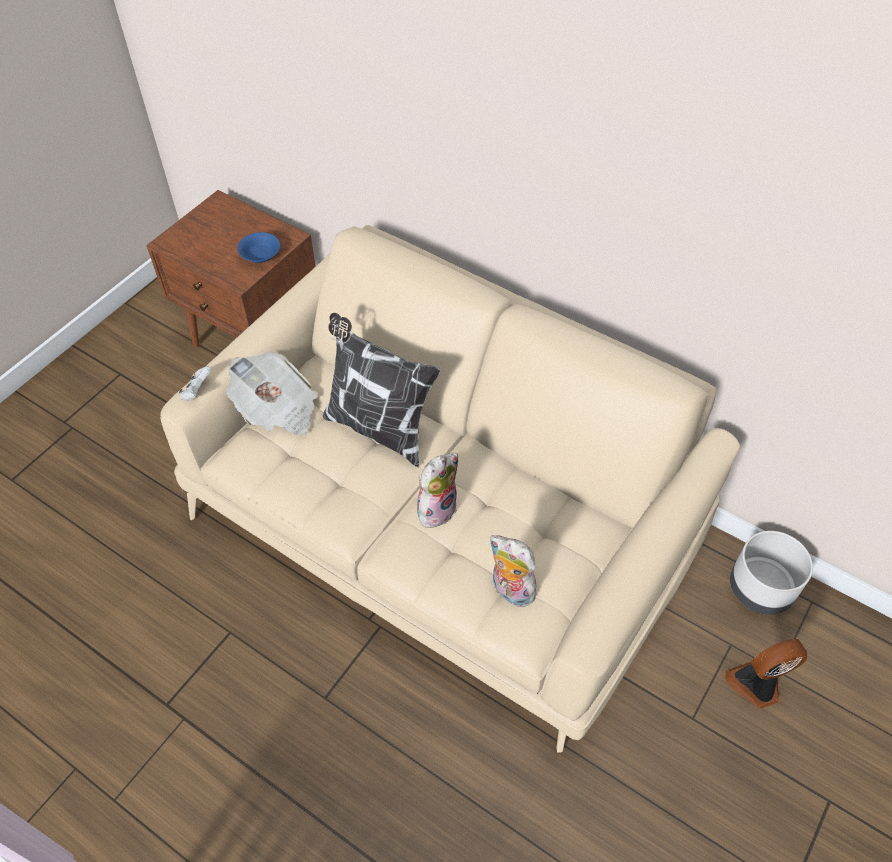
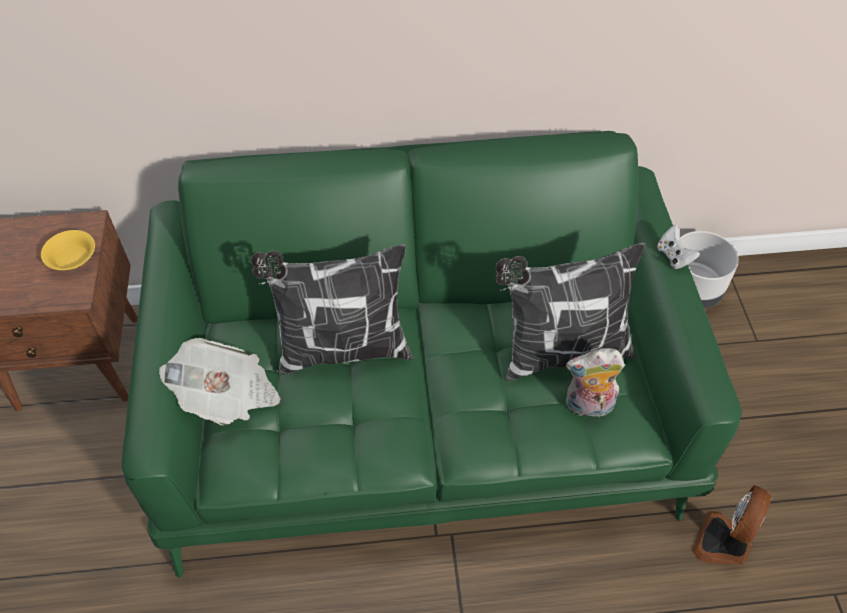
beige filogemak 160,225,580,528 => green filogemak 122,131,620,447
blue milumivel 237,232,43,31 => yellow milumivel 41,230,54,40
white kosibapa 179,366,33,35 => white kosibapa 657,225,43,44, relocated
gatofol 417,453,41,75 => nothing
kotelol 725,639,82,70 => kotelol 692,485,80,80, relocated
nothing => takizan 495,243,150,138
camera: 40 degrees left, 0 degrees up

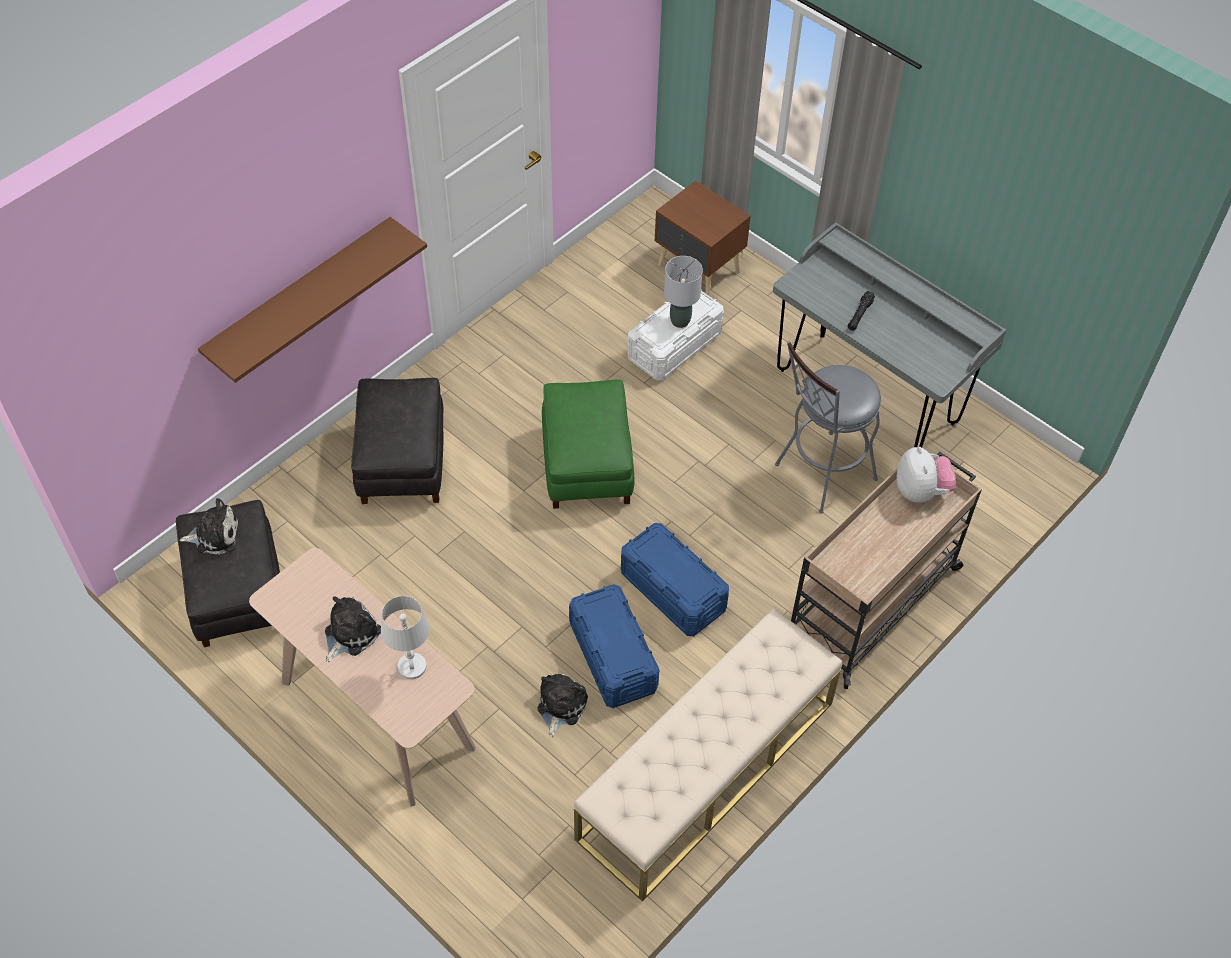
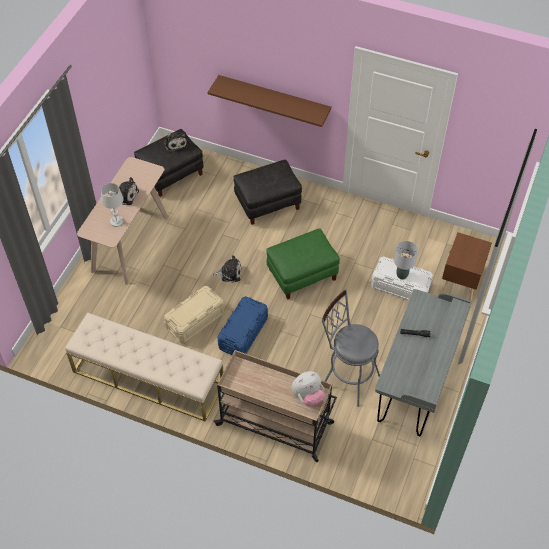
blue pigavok 569,584,90,124 => beige pigavok 164,286,60,57
gatofol 537,673,51,64 => gatofol 213,255,28,28, relocated
camera: 70 degrees right, 0 degrees up

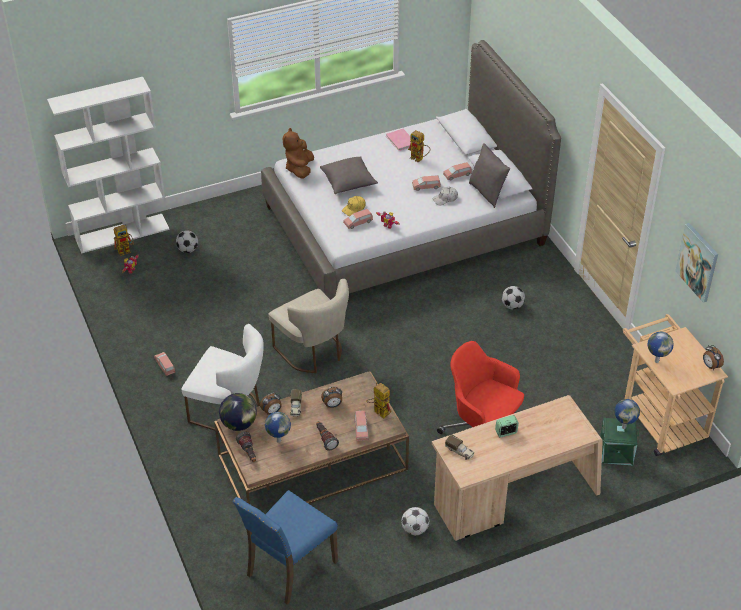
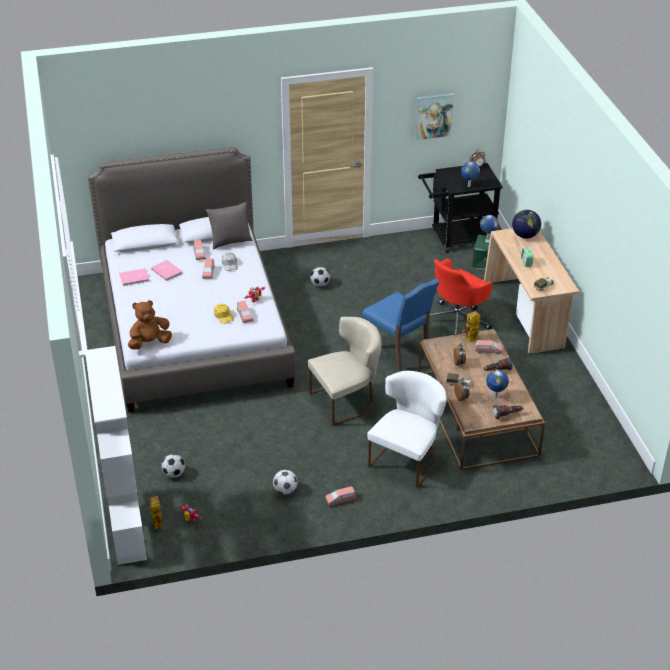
brown gatofol 283,128,31,51 => brown gatofol 128,300,44,49, 135 degrees clockwise
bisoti 408,130,22,33 => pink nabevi 151,260,32,21
grey takizan 320,157,58,37 => nothing
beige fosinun 623,314,105,142 => black fosinun 418,163,85,90
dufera 219,393,38,38 => dufera 512,210,29,29, relocated
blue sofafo 233,490,105,114 => blue sofafo 362,279,77,93, relocated
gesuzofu 401,507,28,28 => gesuzofu 273,470,25,24, relocated
camera: 80 degrees left, 5 degrees down

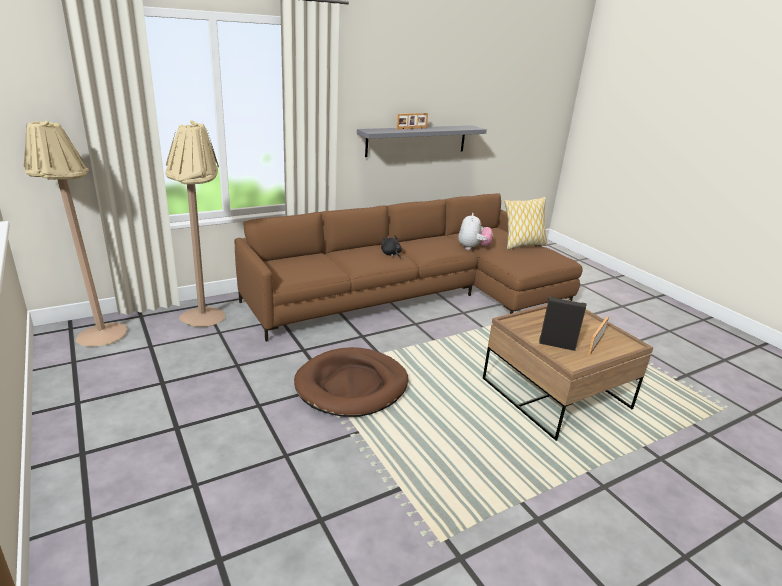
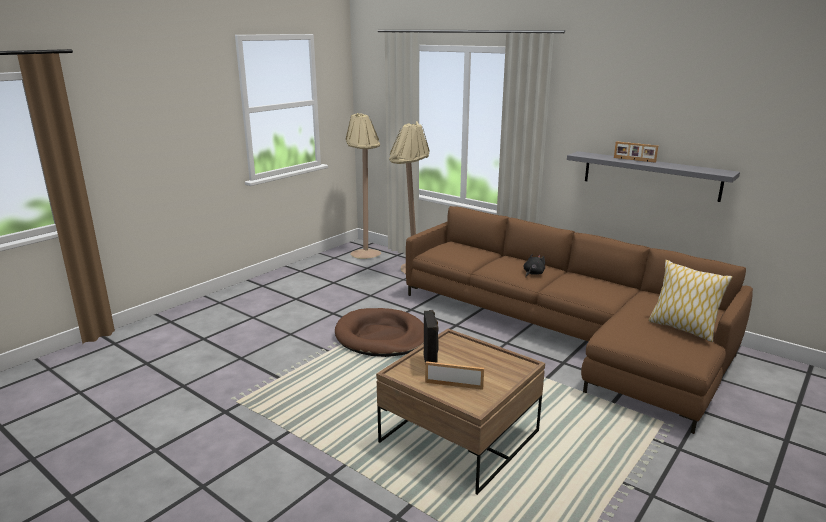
gatofol 458,213,35,37 => nothing
camera: 70 degrees right, 5 degrees down

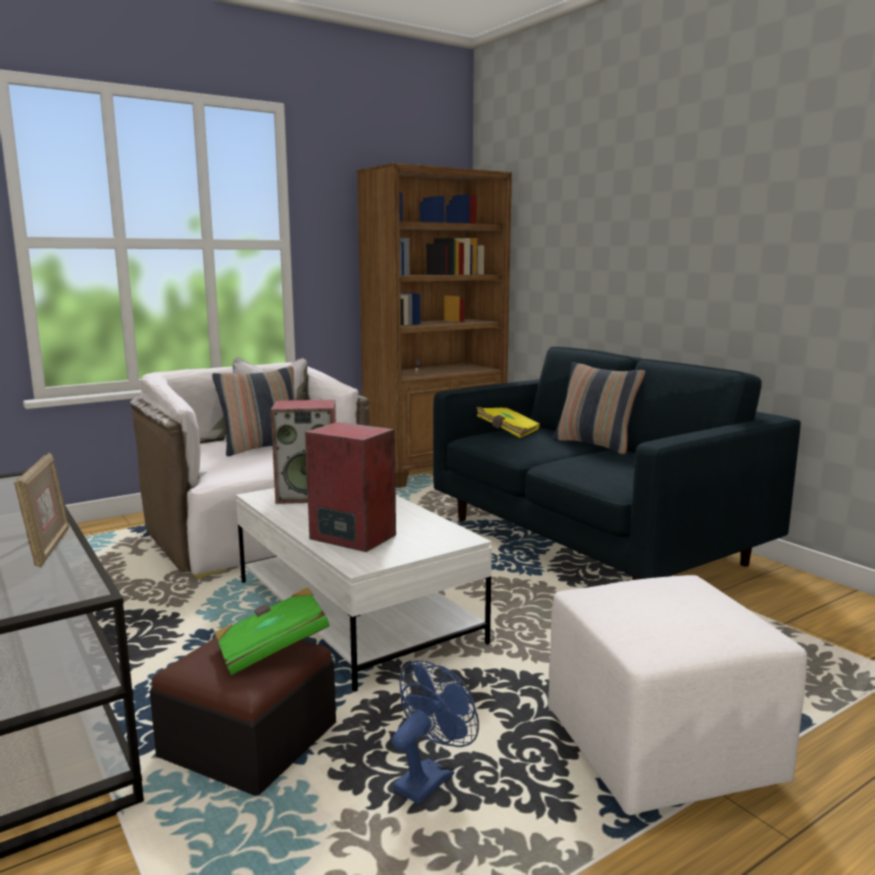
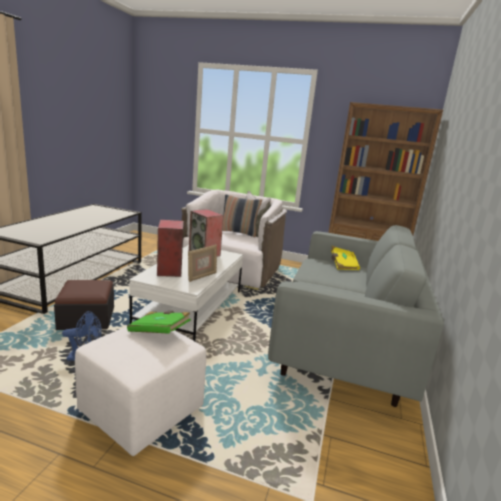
blue filogemak 433,347,368,233 => grey filogemak 268,225,176,182
takizan 553,362,92,93 => nothing
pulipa 14,452,55,116 => pulipa 188,244,29,38, relocated
green nabevi 214,587,116,89 => green nabevi 127,310,64,24, relocated
camera: 50 degrees right, 5 degrees up

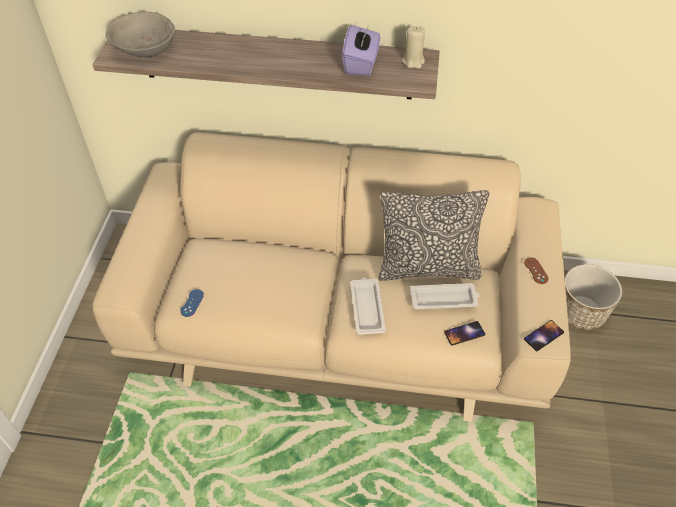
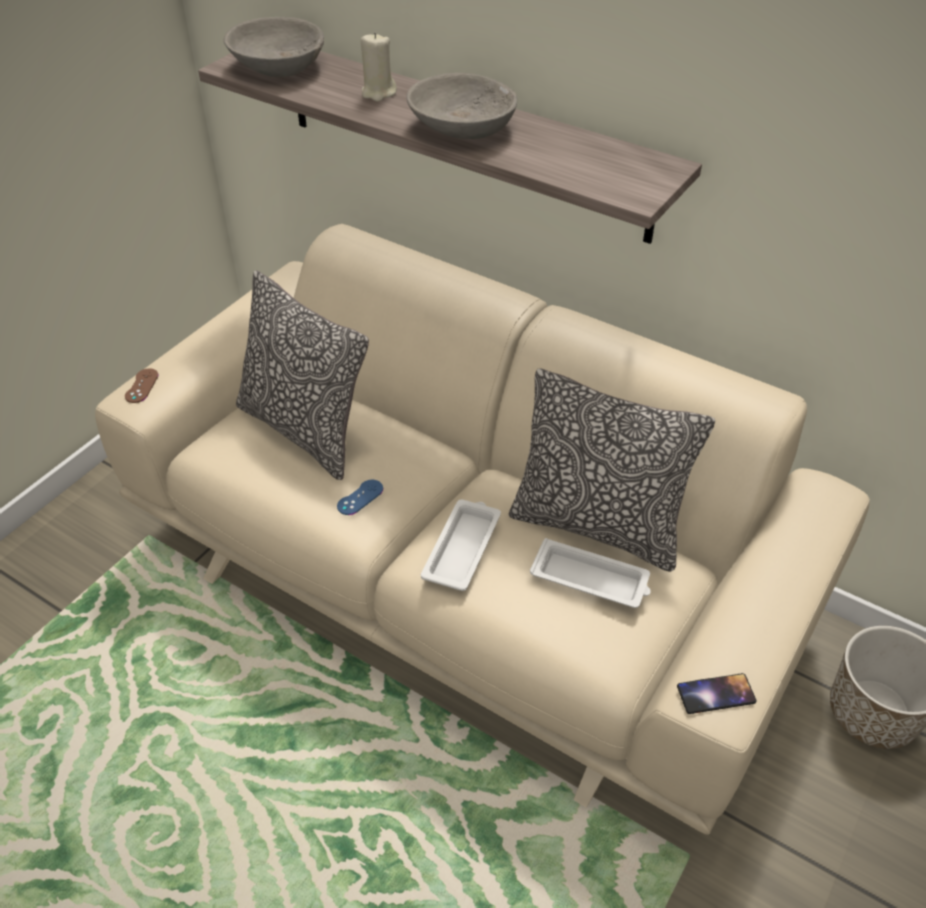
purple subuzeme 342,25,38,51 => nothing
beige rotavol 402,26,23,42 => beige rotavol 361,33,36,69, relocated
brown kosibapa 524,257,25,27 => brown kosibapa 125,369,34,34, relocated
blue kosibapa 180,289,24,28 => blue kosibapa 337,480,46,35, relocated
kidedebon 444,321,41,24 => nothing
nothing => grey milumivel 406,73,111,66
nothing => takizan 236,270,133,210
camera: 25 degrees right, 5 degrees down

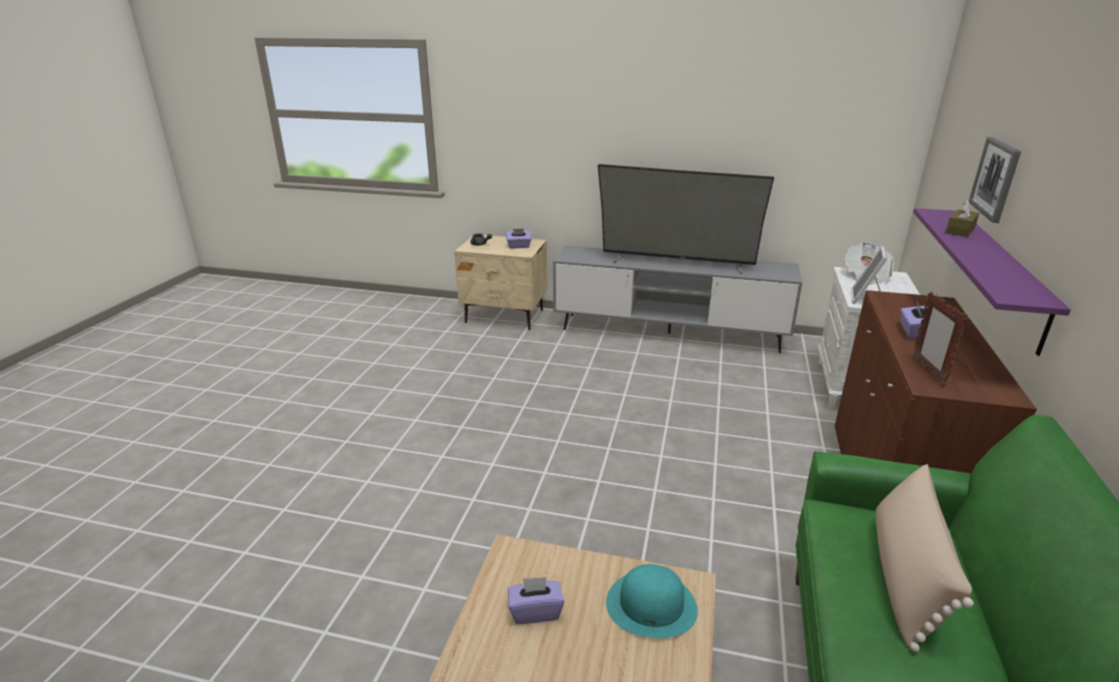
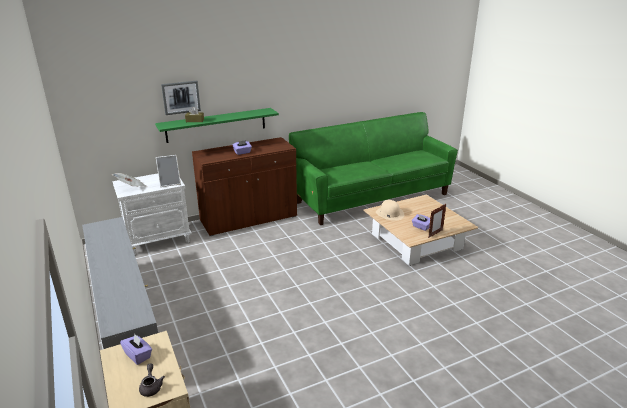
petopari 598,164,176,110 => nothing
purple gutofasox 913,208,158,148 => green gutofasox 155,108,124,35
pulipa 912,292,55,95 => pulipa 428,204,18,34, relocated
beige takizan 875,464,99,188 => nothing
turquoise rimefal 606,564,92,74 => beige rimefal 376,200,28,21
camera: 130 degrees left, 0 degrees up

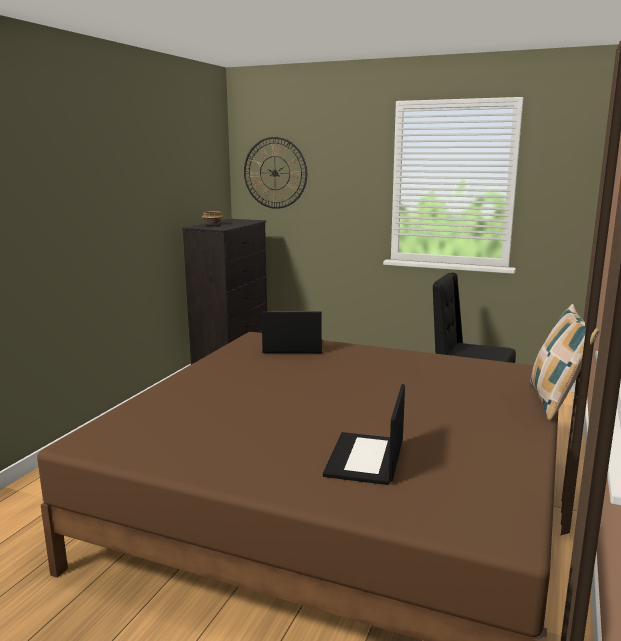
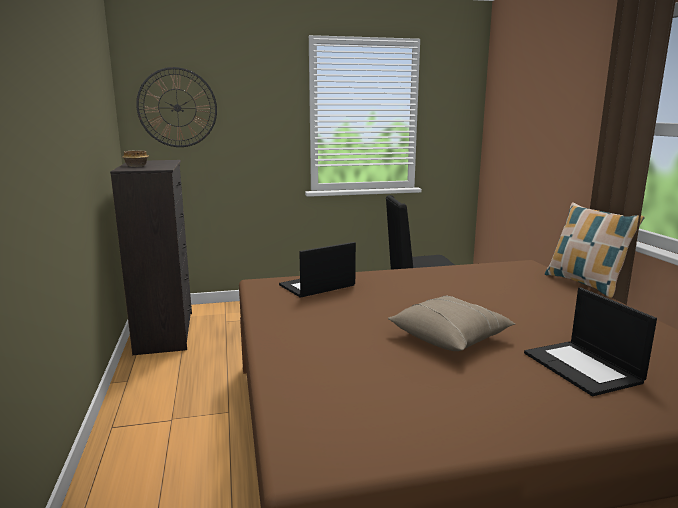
nothing => beige takizan 388,296,127,55
camera: 35 degrees left, 0 degrees up

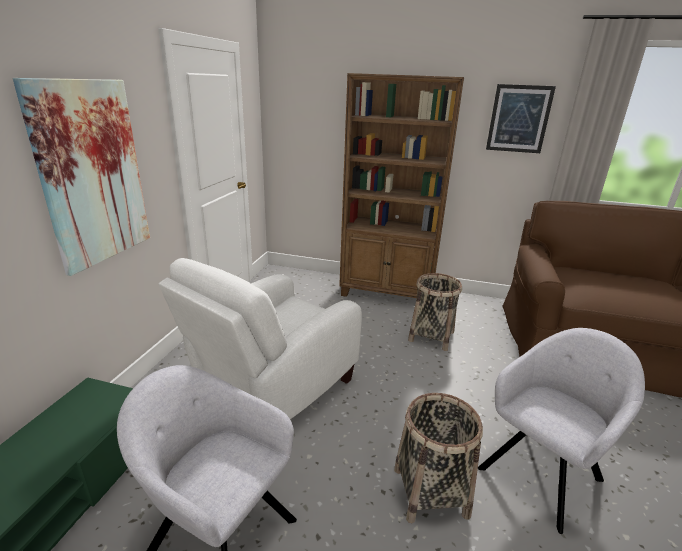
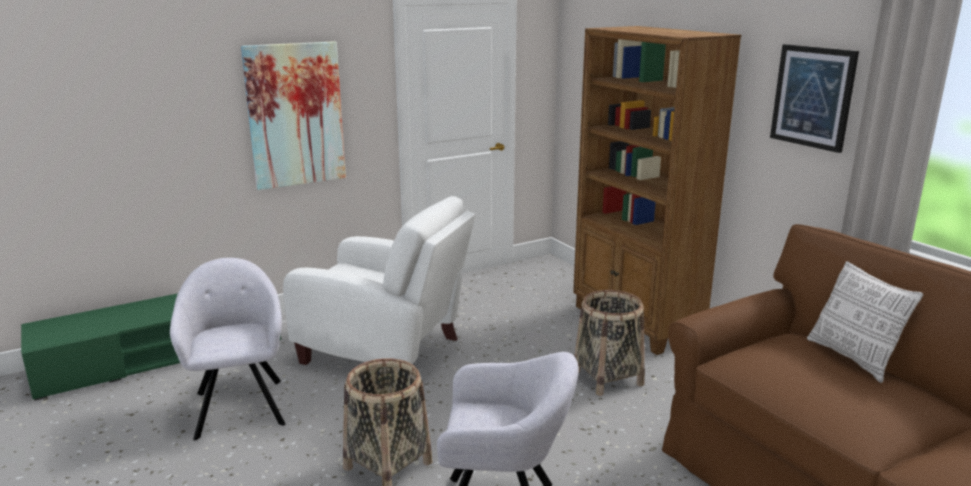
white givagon 158,258,204,161 => white givagon 283,196,193,169, 150 degrees counterclockwise
nothing => takizan 807,261,116,122
camera: 45 degrees right, 5 degrees down

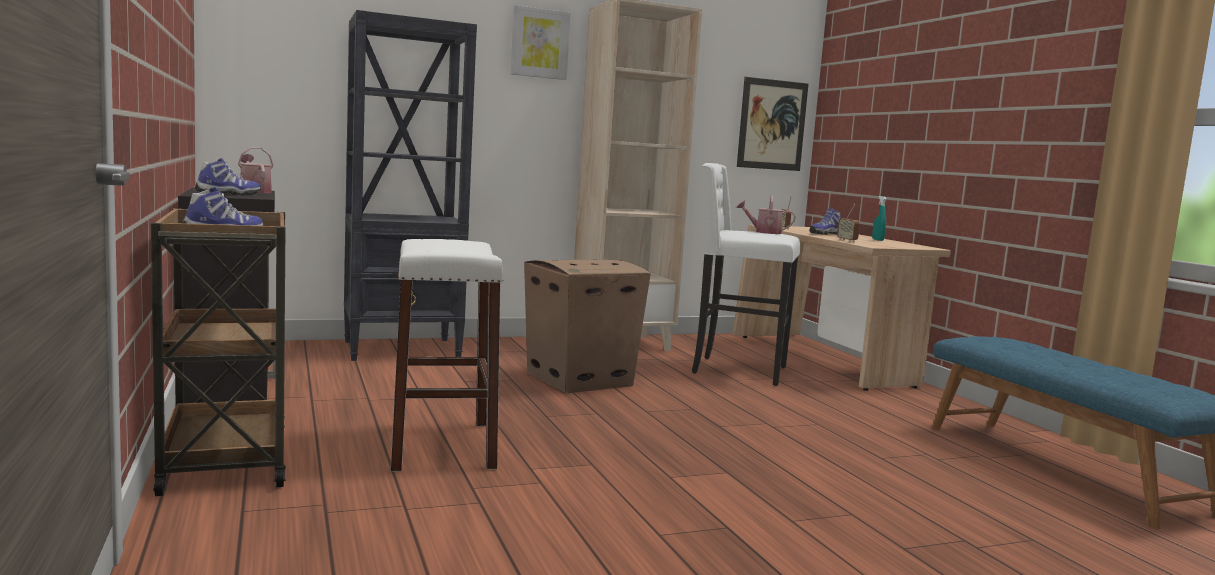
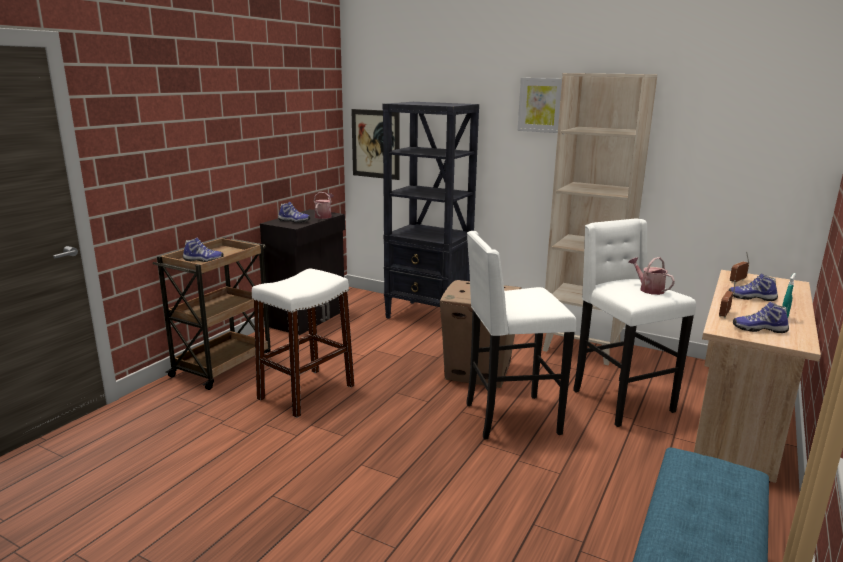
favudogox 737,77,71,94 => favudogox 351,109,49,71, relocated
nothing => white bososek 467,231,109,209
nothing => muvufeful 733,302,56,31
camera: 50 degrees right, 10 degrees up

